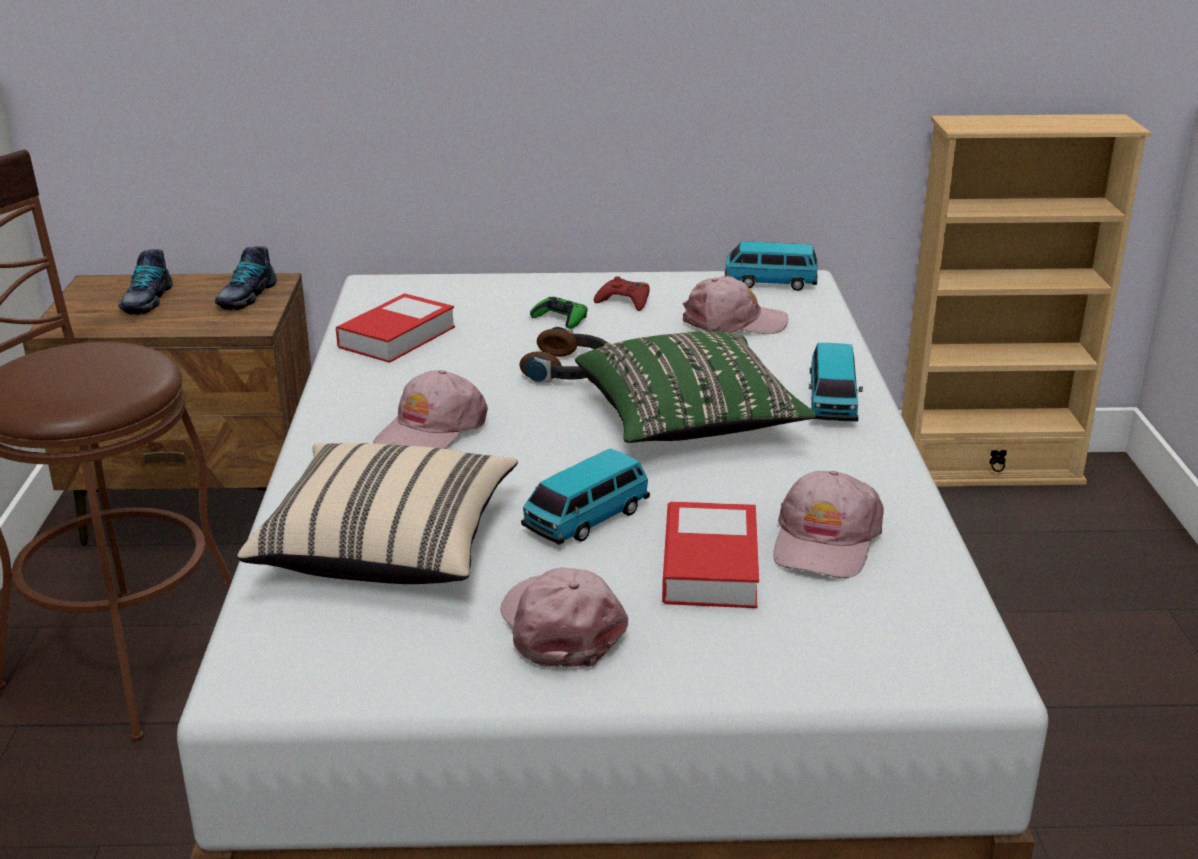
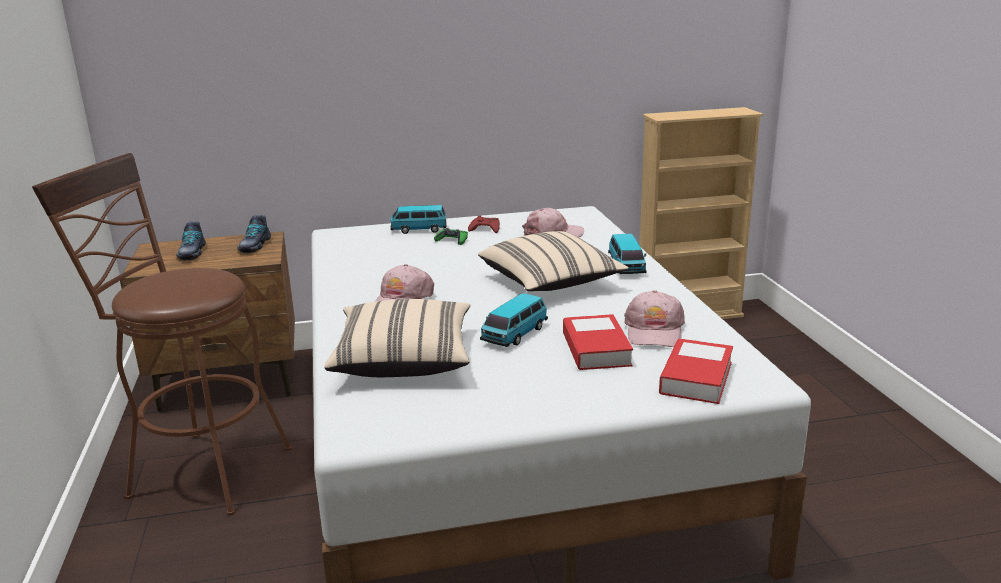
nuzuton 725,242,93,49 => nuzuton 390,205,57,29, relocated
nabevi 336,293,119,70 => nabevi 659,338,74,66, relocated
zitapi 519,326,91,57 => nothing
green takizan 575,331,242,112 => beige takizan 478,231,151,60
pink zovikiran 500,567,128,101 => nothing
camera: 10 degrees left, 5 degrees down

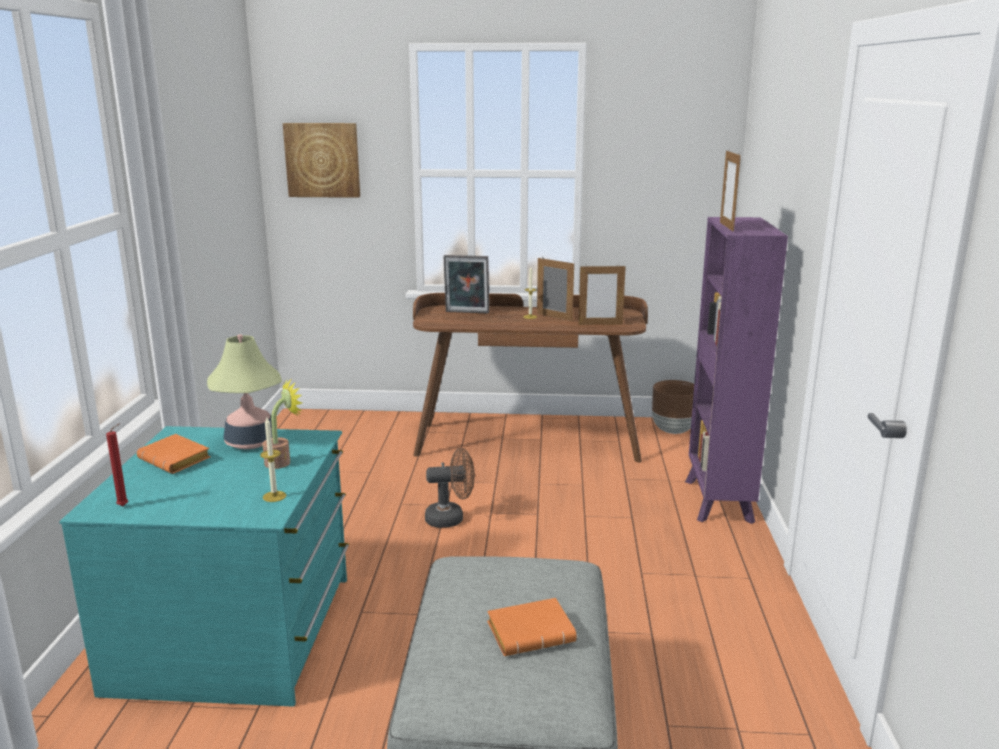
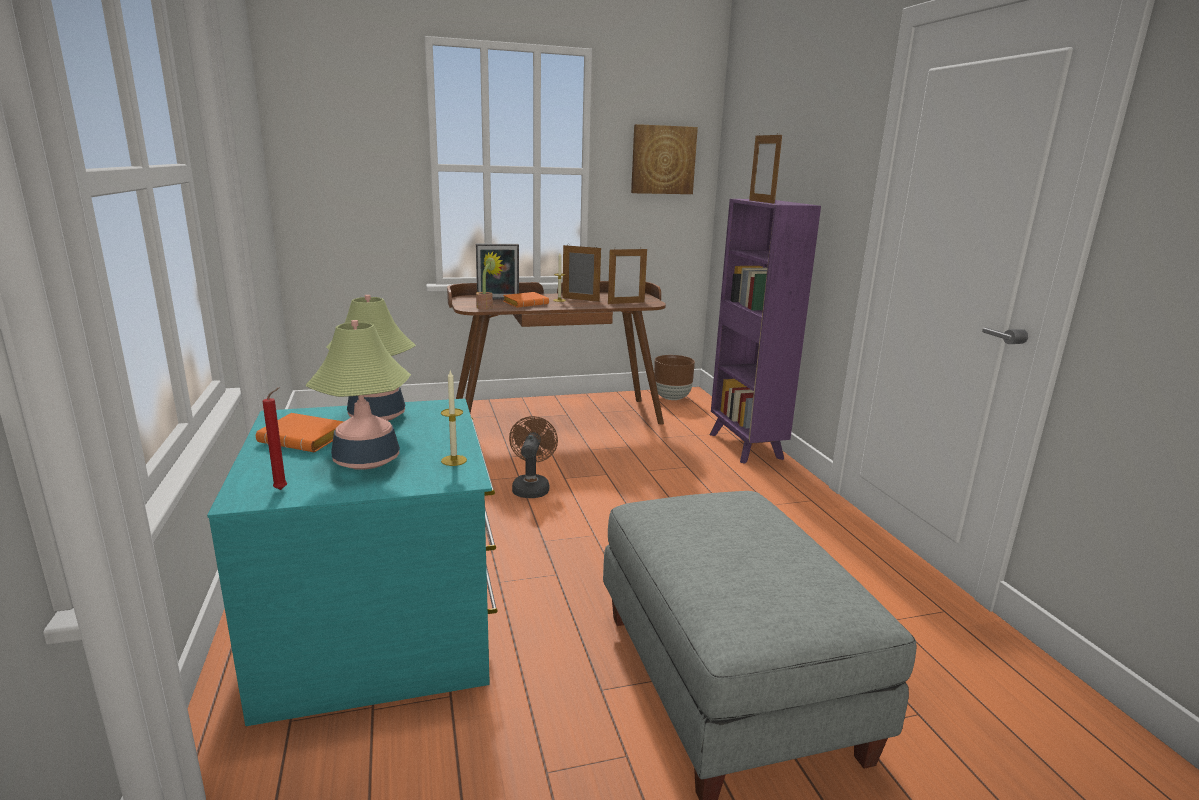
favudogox 283,123,77,75 => favudogox 631,124,67,70, relocated
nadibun 262,377,40,92 => nadibun 476,252,28,58, relocated
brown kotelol 425,448,50,80 => brown kotelol 509,416,49,82, 60 degrees counterclockwise
orange nabevi 487,598,90,58 => orange nabevi 503,292,46,16, relocated
nothing => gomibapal 305,320,106,150
camera: 20 degrees left, 0 degrees up

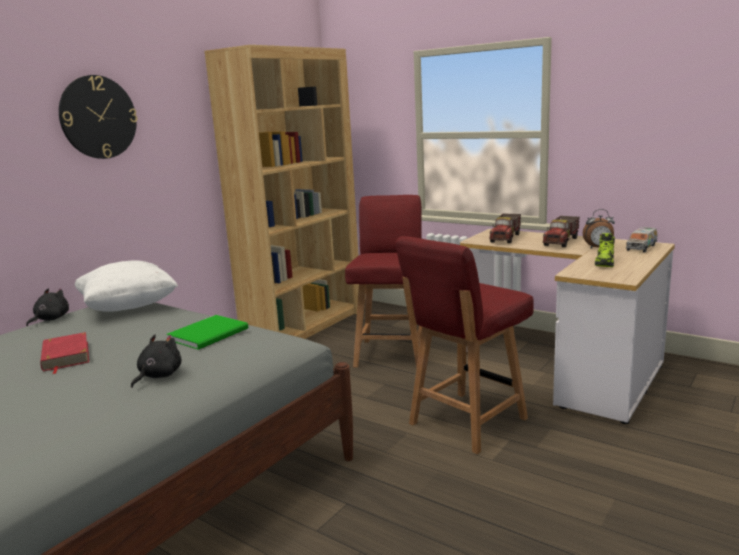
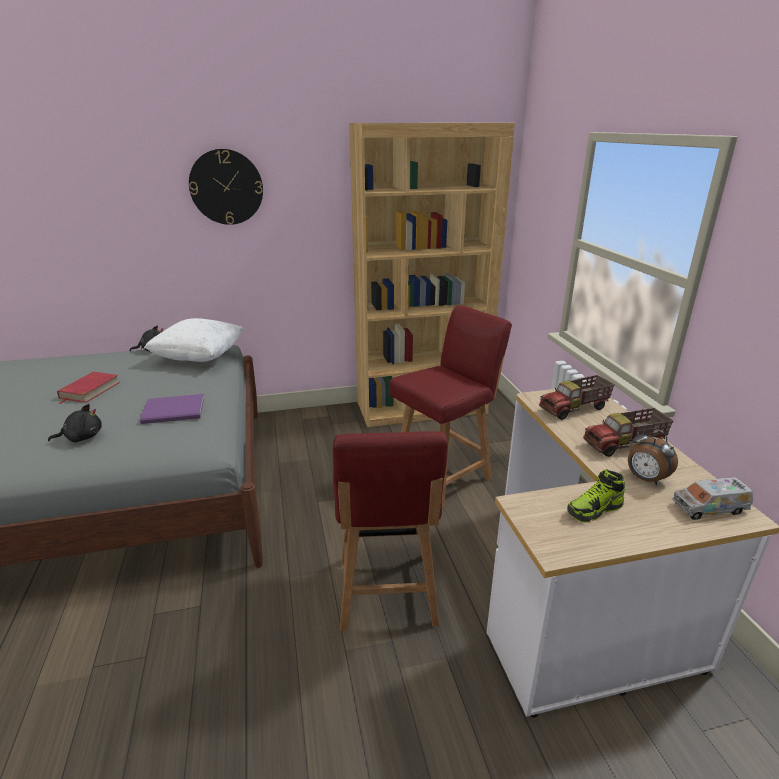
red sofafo 395,236,139,218 => red sofafo 333,431,115,200, 90 degrees counterclockwise
green nabevi 166,315,82,35 => purple nabevi 140,394,64,30
camera: 40 degrees right, 10 degrees up

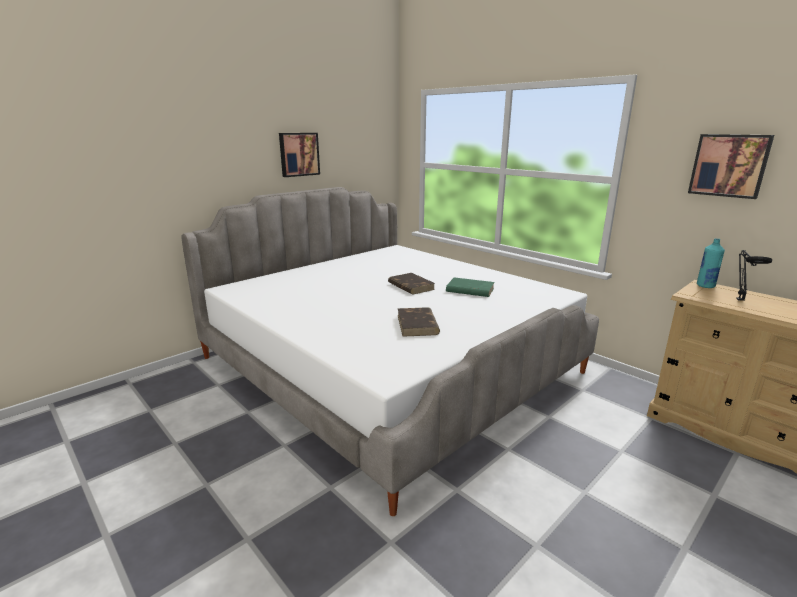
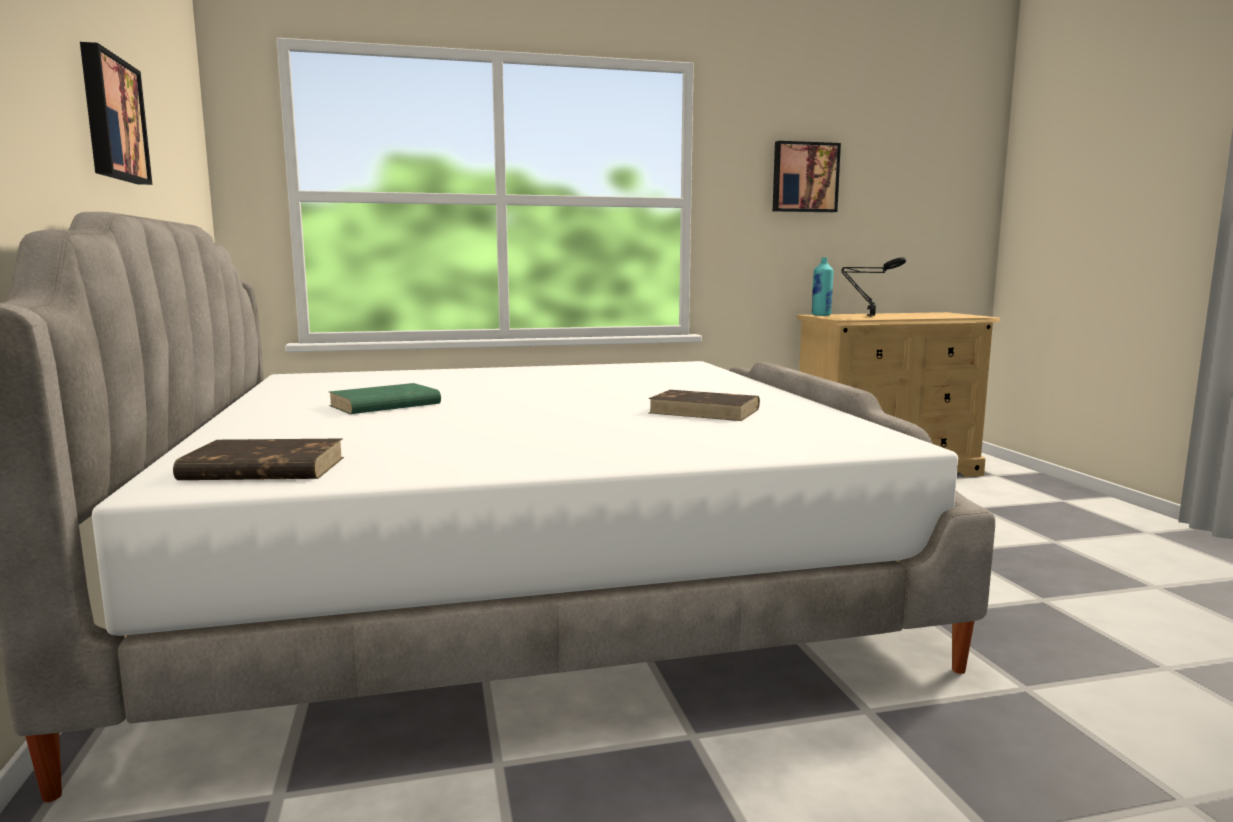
brown nabevi 388,273,47,22 => brown nabevi 173,438,171,42, relocated
green nabevi 446,277,48,20 => green nabevi 329,383,112,31, relocated
camera: 60 degrees left, 10 degrees down

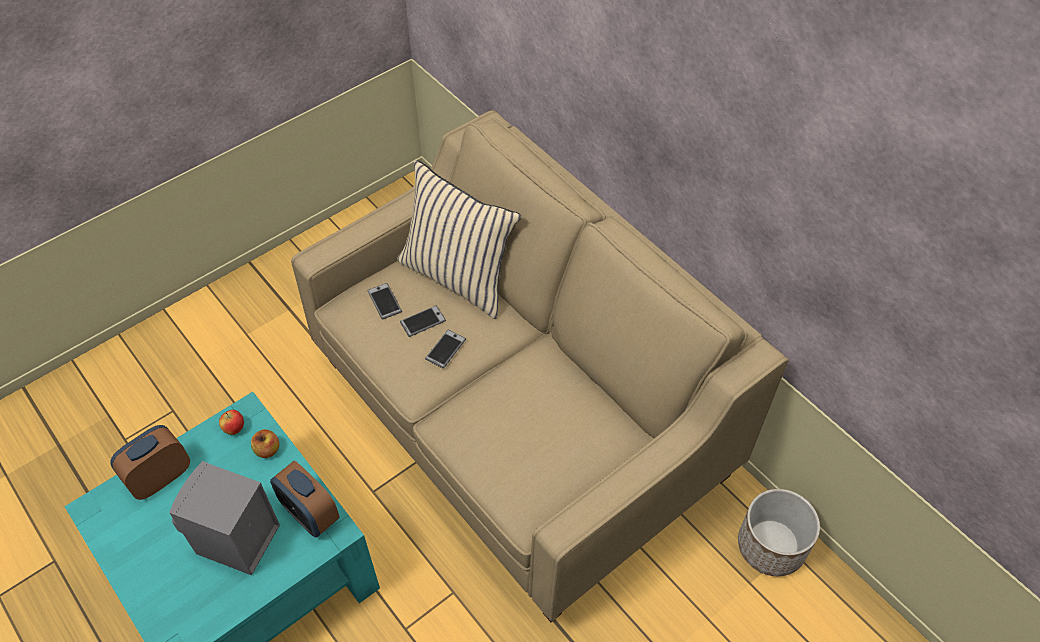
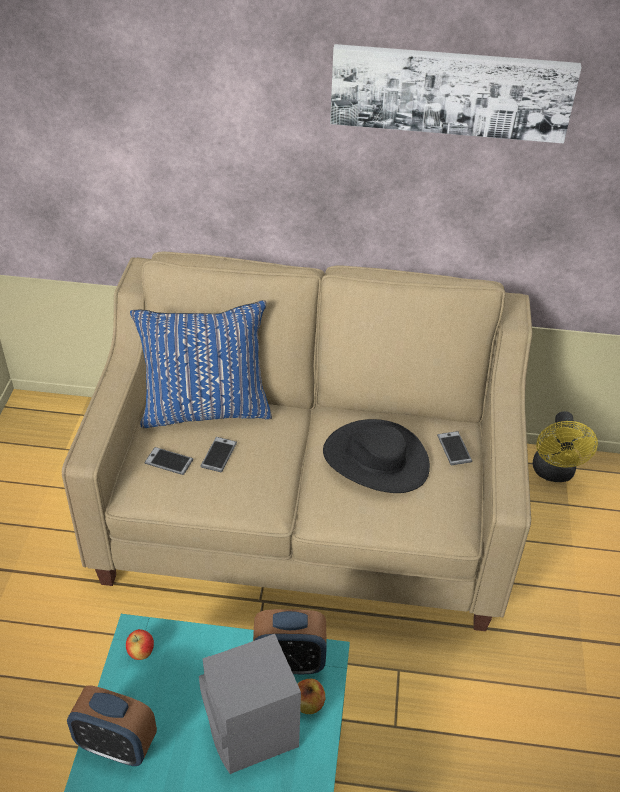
beige takizan 397,160,124,159 => blue takizan 130,300,142,128
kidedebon 425,330,41,38 => kidedebon 437,431,35,34, relocated
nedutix 110,425,80,75 => nedutix 67,685,90,81, 75 degrees counterclockwise
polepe 251,429,28,29 => polepe 298,679,27,35, relocated
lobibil 738,489,82,87 => yellow kotelol 533,411,65,71
nothing => favudogox 330,44,252,100
nothing => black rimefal 323,419,107,74
camera: 45 degrees left, 10 degrees down

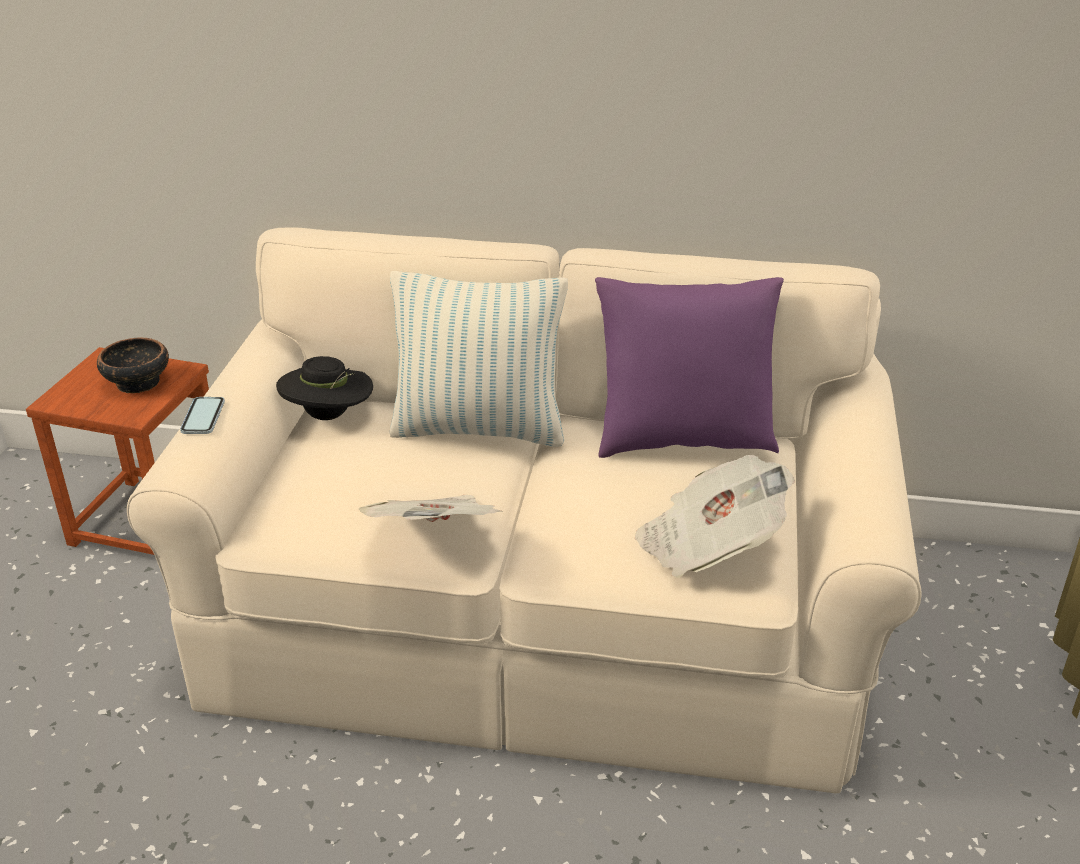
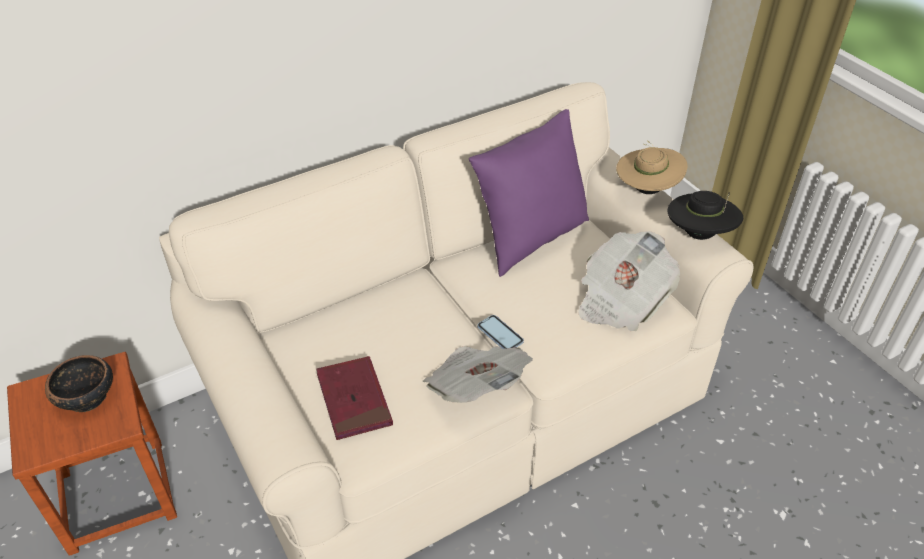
takizan 389,271,179,176 => nothing
black rimefal 276,356,97,64 => black rimefal 668,191,75,49, relocated
kidedebon 180,397,45,37 => kidedebon 478,315,46,34, relocated
nothing => beige rimefal 616,140,71,54
nothing => red nabevi 316,356,77,84
camera: 40 degrees left, 10 degrees up

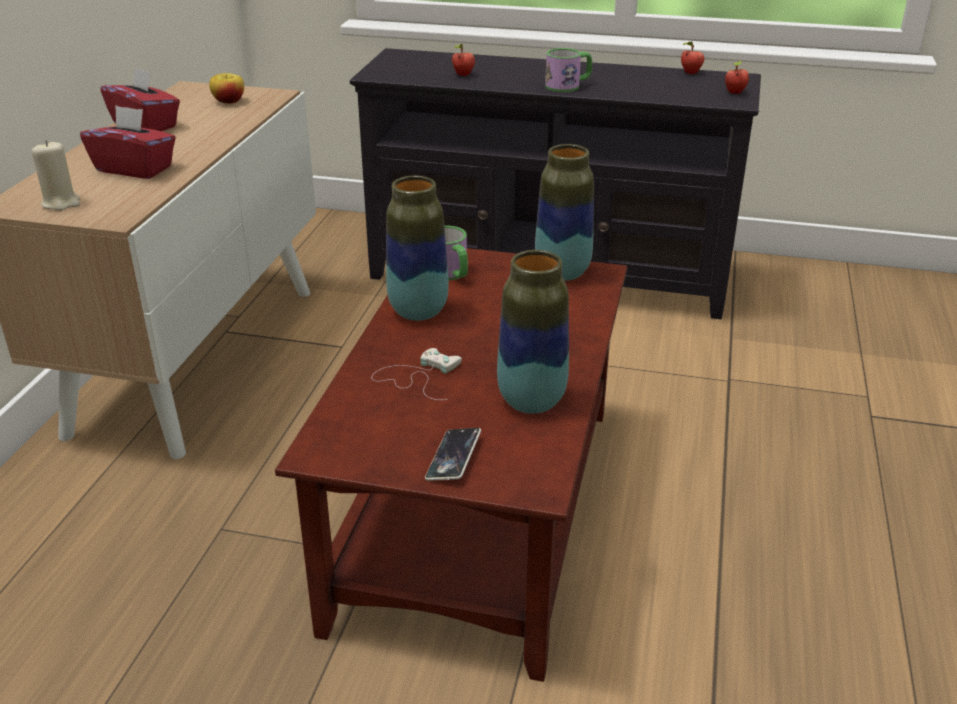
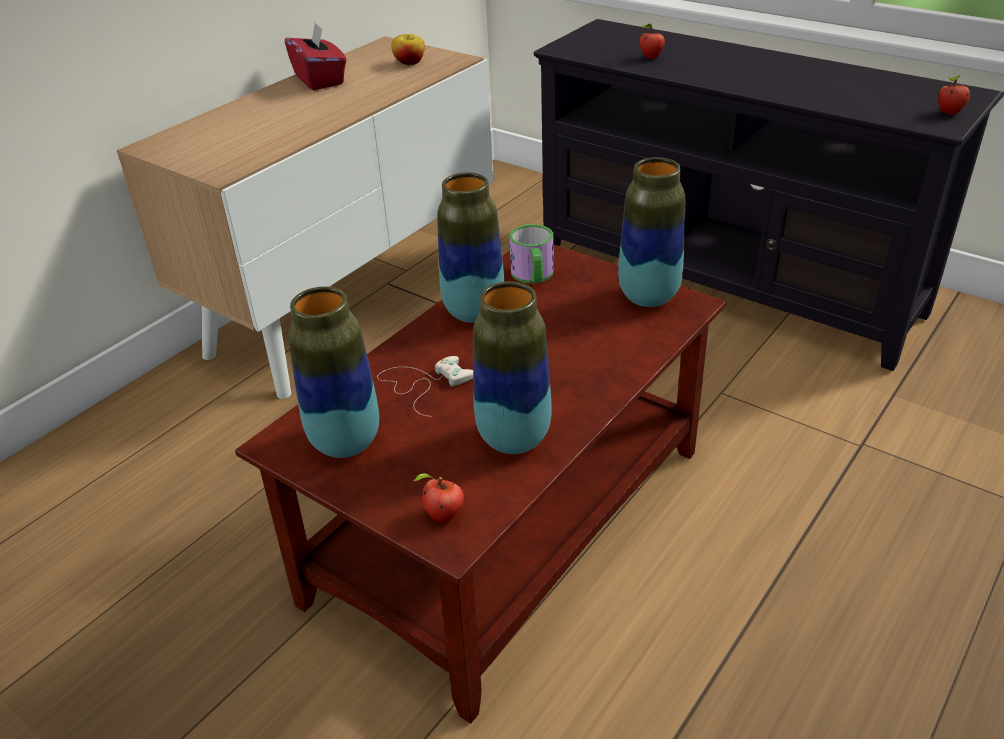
polepe 681,42,23,32 => polepe 413,473,51,49, relocated
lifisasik 545,48,47,44 => nothing
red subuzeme 80,105,96,74 => nothing
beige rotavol 32,140,48,71 => nothing
kidedebon 425,428,56,53 => nothing
nothing => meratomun 288,287,91,171
camera: 25 degrees right, 5 degrees up

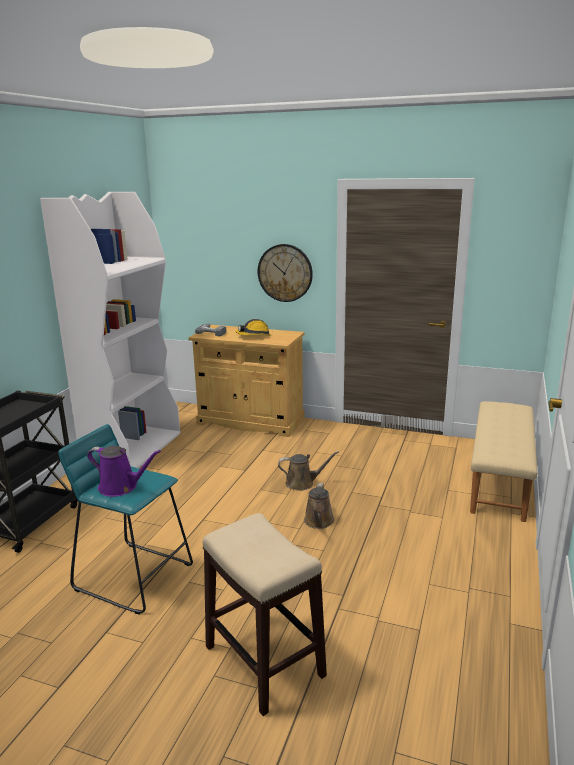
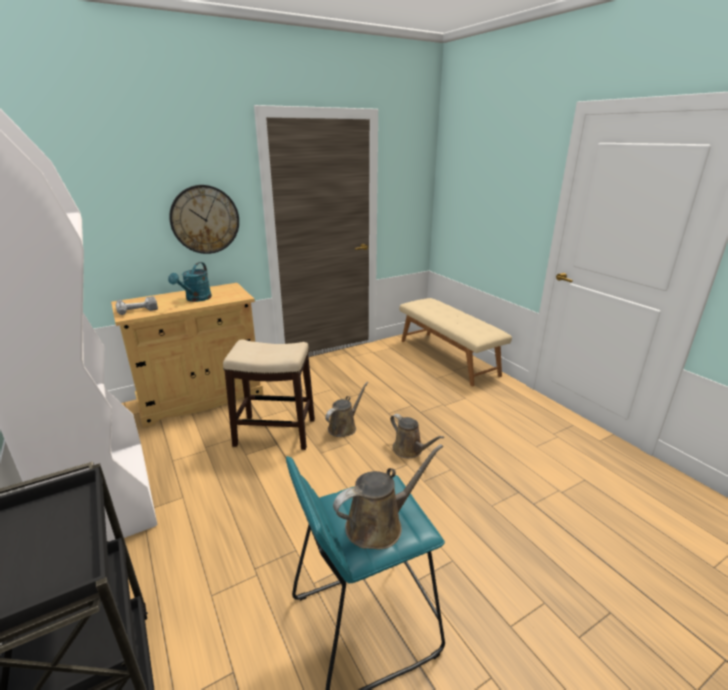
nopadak 235,319,35,16 => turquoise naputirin 168,262,44,40
purple naputirin 87,446,74,51 => brown naputirin 333,444,110,105
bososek 202,513,125,203 => bososek 223,339,92,111, relocated
camera: 50 degrees left, 5 degrees up

